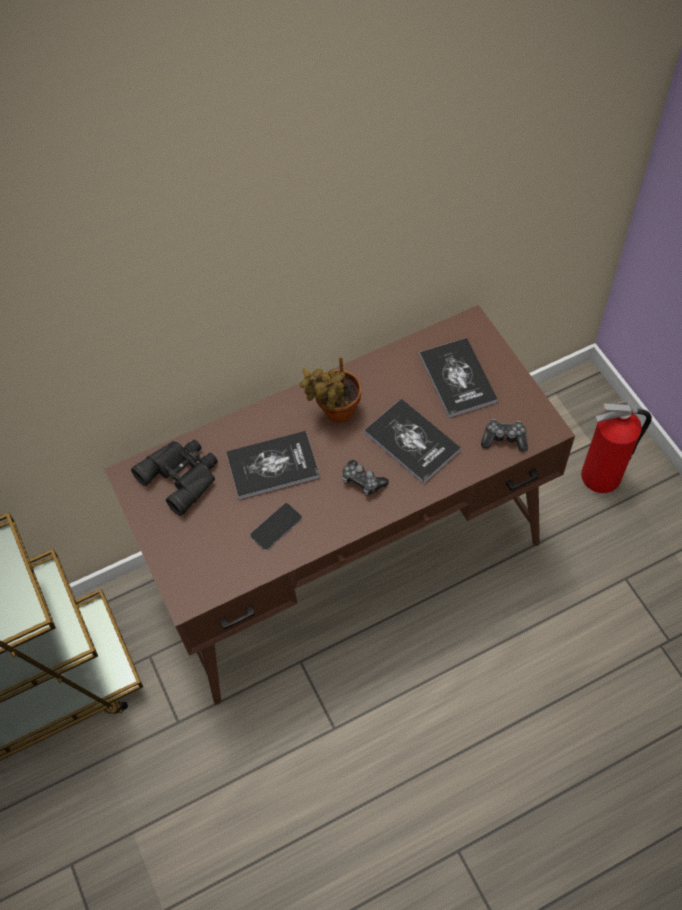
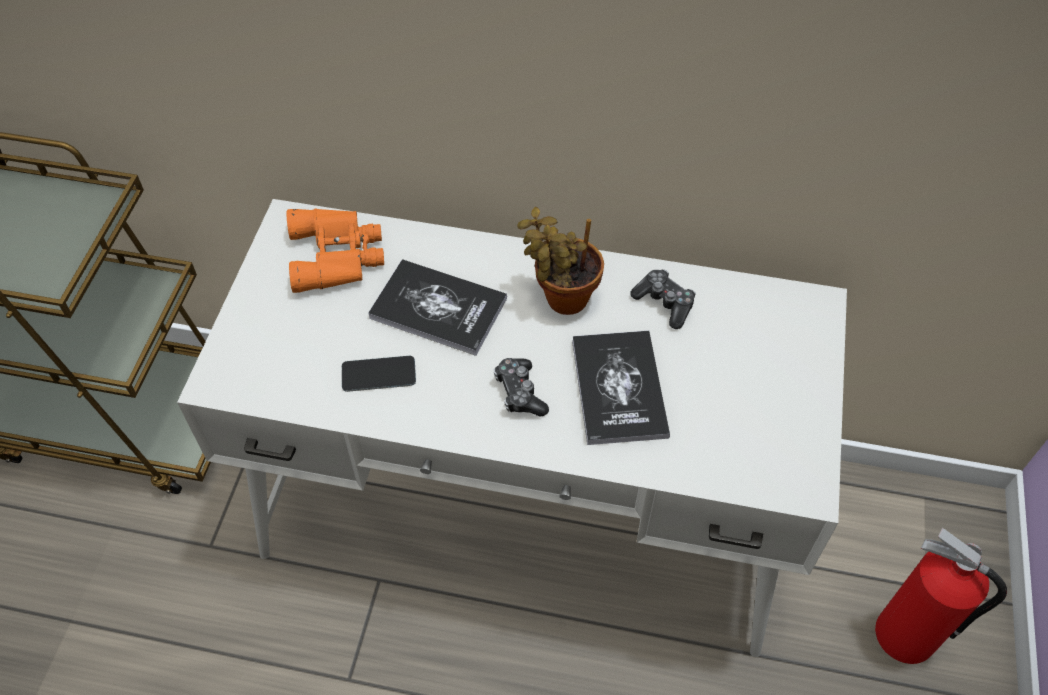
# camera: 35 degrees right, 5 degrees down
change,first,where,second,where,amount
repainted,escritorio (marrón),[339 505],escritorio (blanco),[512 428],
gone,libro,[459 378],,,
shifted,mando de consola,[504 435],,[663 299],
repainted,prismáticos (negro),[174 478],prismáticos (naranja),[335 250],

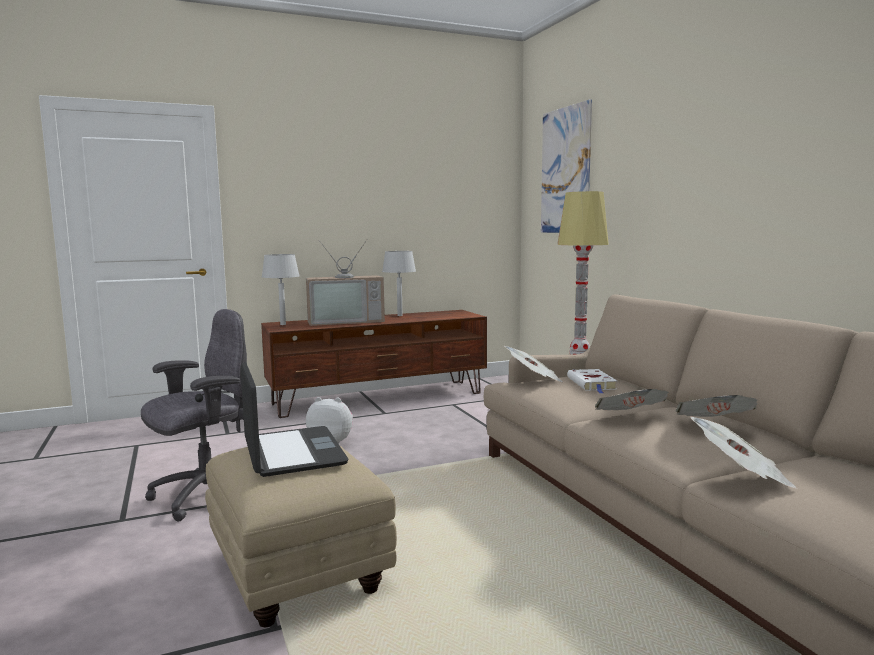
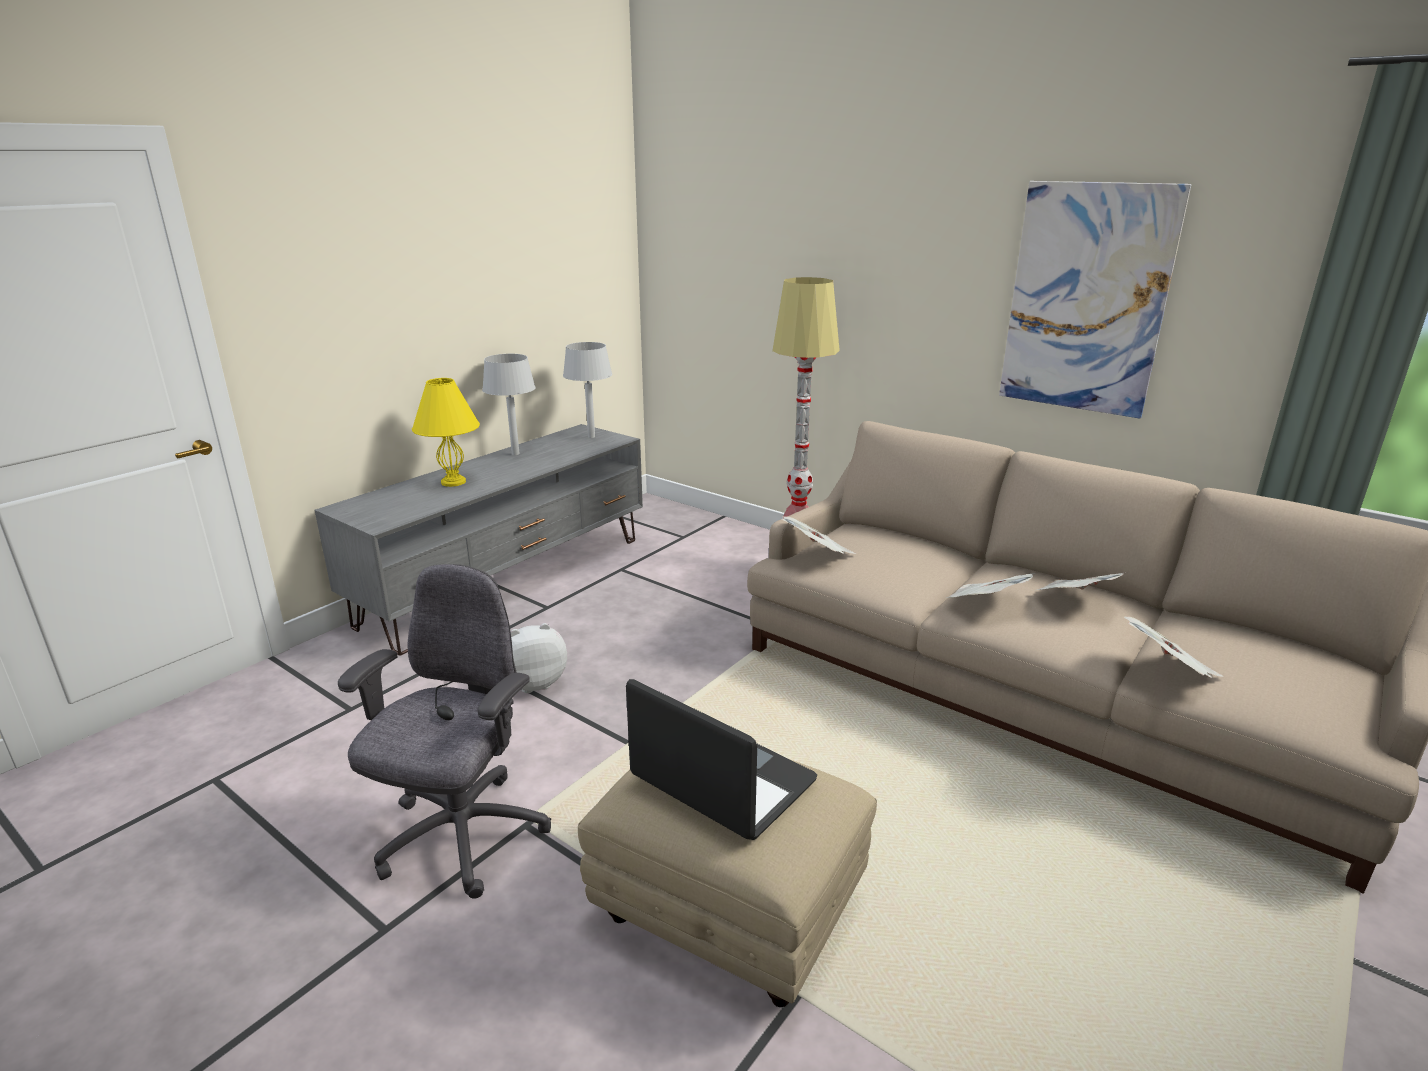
# camera: 30 degrees left, 15 degrees up
change,first,where,second,where,amount
shifted,cuadro,[566 166],,[1095 300],
swapped,televisor,[345 283],lámpara de mesa (amarillo),[446 432],
shifted,lámpara de mesa (gris),[280 289],,[587 390],
repainted,mueble de televisión (marrón),[374 364],mueble de televisión (gris),[479 539],
gone,libro (blanco),[592 381],,,

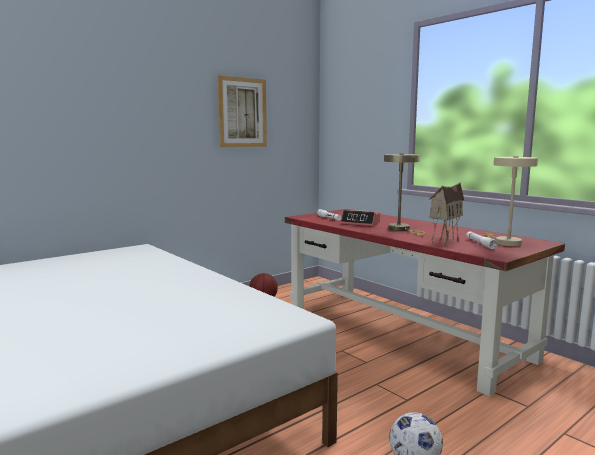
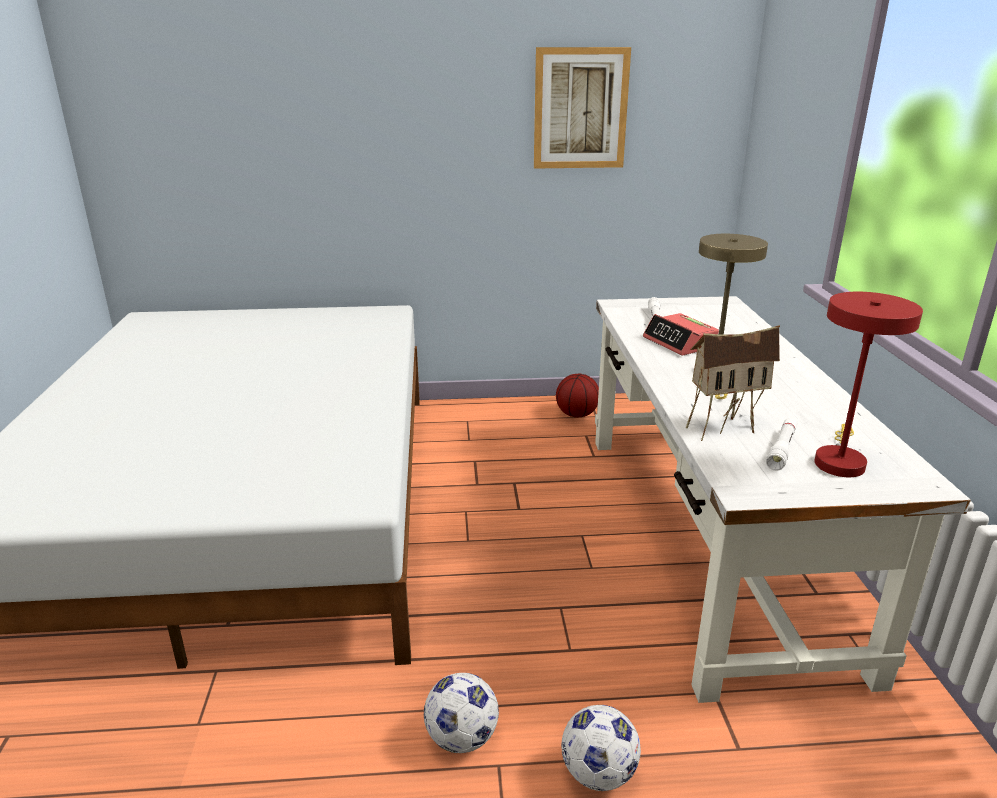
# camera: 35 degrees right, 15 degrees up
change,first,where,second,where,amount
repainted,lámpara de mesa (beis),[511 201],lámpara de mesa (rojo),[868 384],
repainted,escritorio (rojo),[425 303],escritorio (blanco),[783 499],
new,,,balón de fútbol,[601 748],

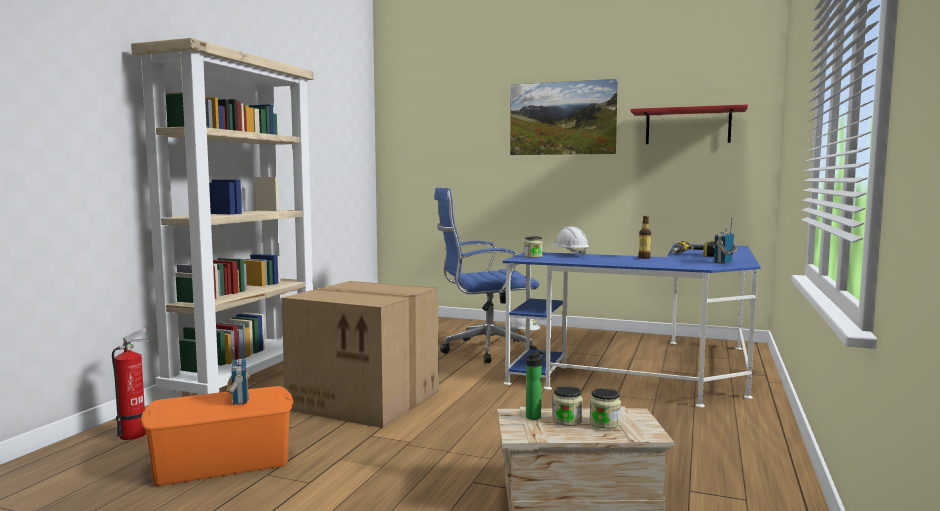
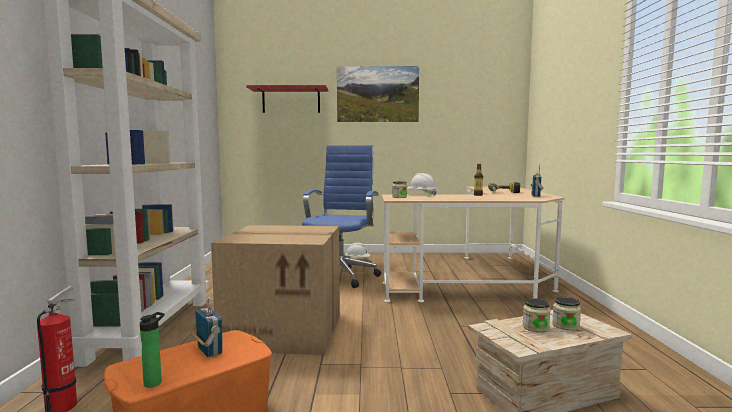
# camera: 20 degrees left, 0 degrees up
change,first,where,second,where,amount
shifted,estante (rojo),[689 124],,[287 99],
rotated,silla de oficina (azul),[486 275],,[341 216],135 degrees clockwise
repainted,escritorio (azul),[632 326],escritorio (beis),[473 244],
shifted,botella,[536 385],,[152 350],

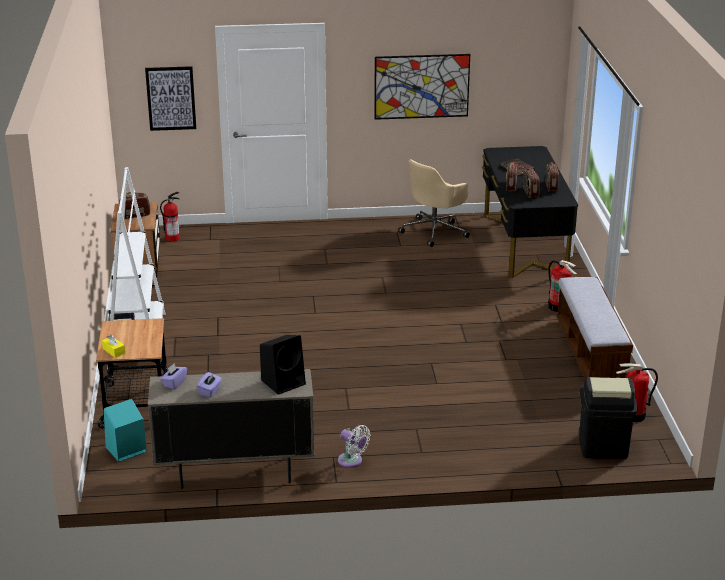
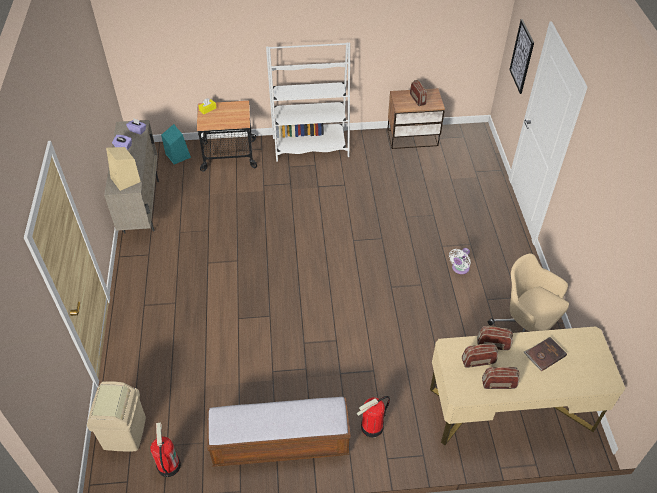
# camera: 90 degrees right, 20 degrees up
change,first,where,second,where,amount
gone,cuadro,[422 87],,,
repainted,escritorio (negro),[530 212],escritorio (beis),[527 385],
gone,extintor,[170 216],,,
repainted,altavoz (negro),[283 365],altavoz (beis),[123 169],
repainted,papelera (negro),[608 418],papelera (beis),[116 416],
shifted,ventilador (blanco),[354 446],,[460 261],

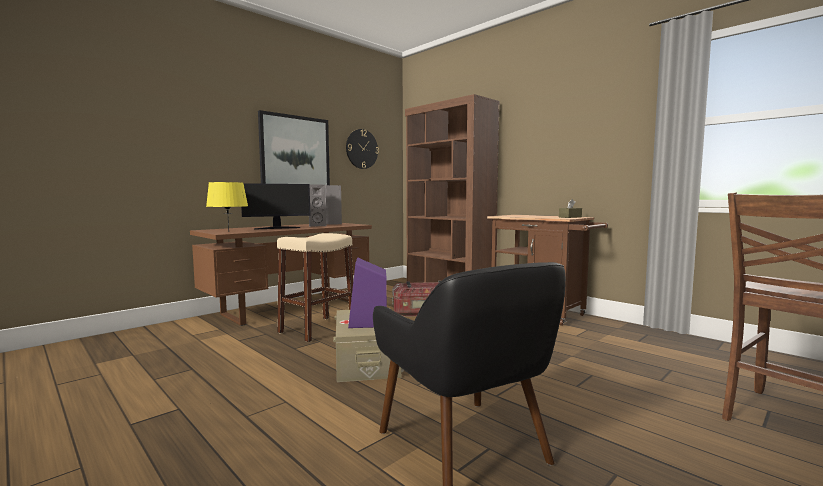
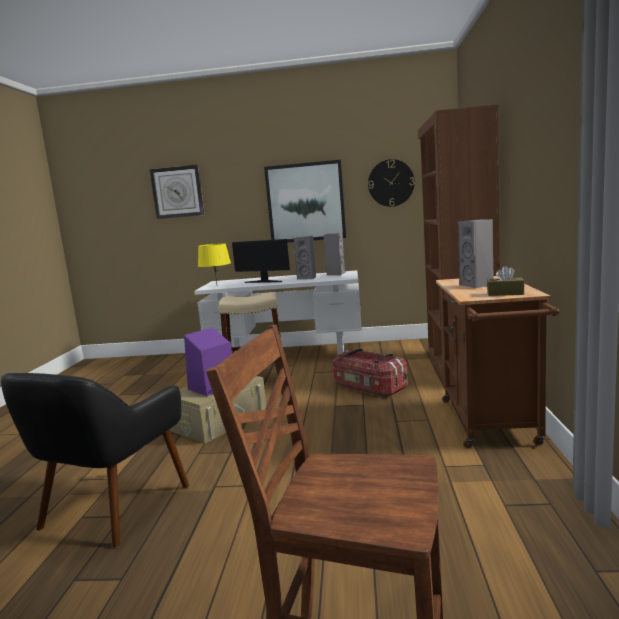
# camera: 50 degrees right, 5 degrees up
change,first,where,second,where,amount
repainted,escritorio (marrón),[281 274],escritorio (blanco),[278 311],
new,,,reloj de pared,[177 192],
new,,,altavoz (gris),[476 253],

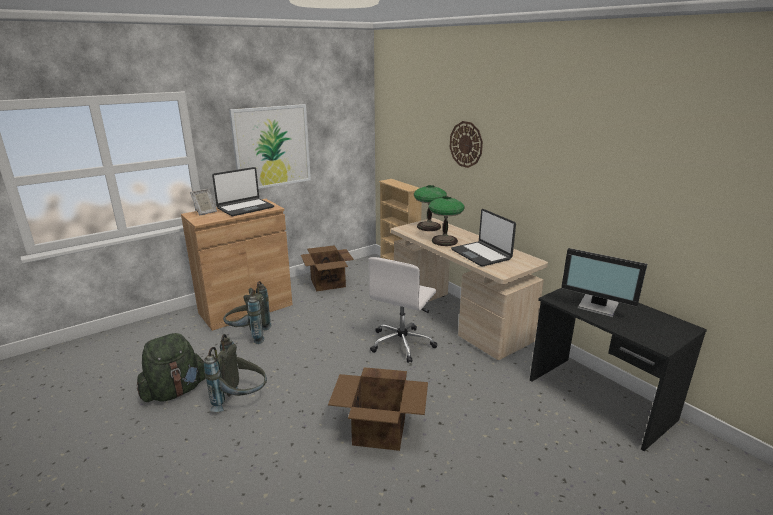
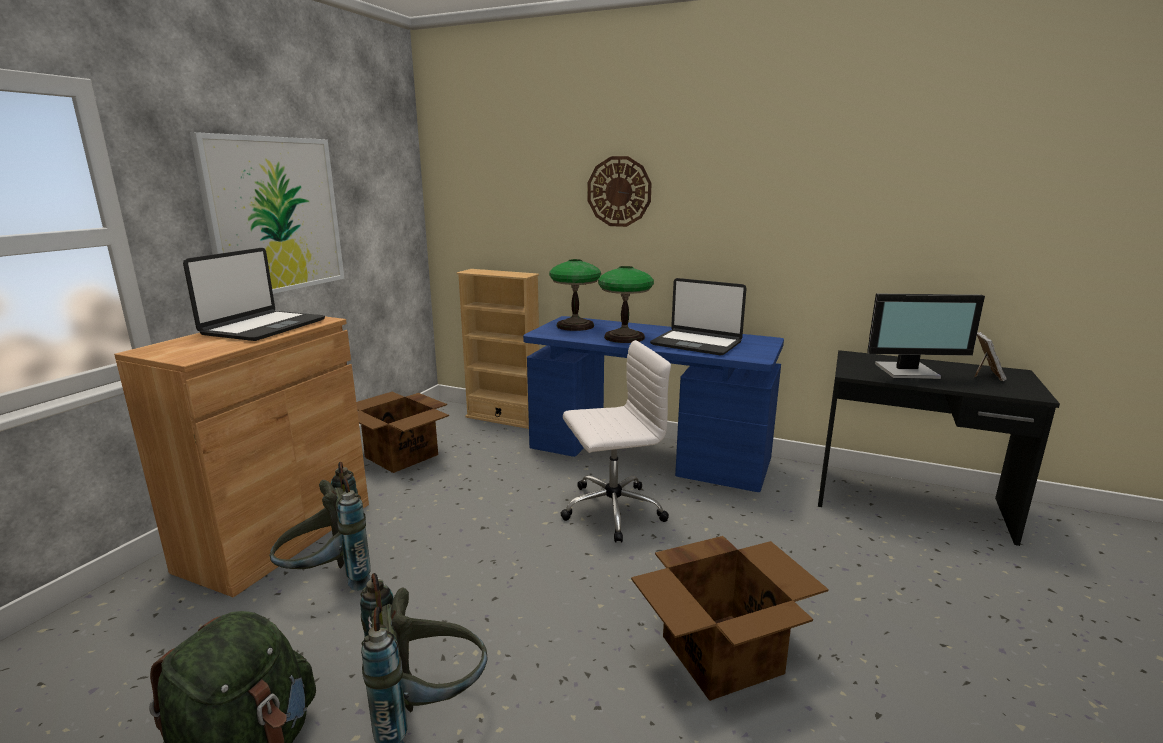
# camera: 30 degrees left, 5 degrees down
change,first,where,second,where,amount
shifted,portarretratos,[203 202],,[990 356],
repainted,escritorio (beis),[469 289],escritorio (azul),[653 404],
rotated,silla de oficina (blanco),[402 310],,[615 441],105 degrees counterclockwise

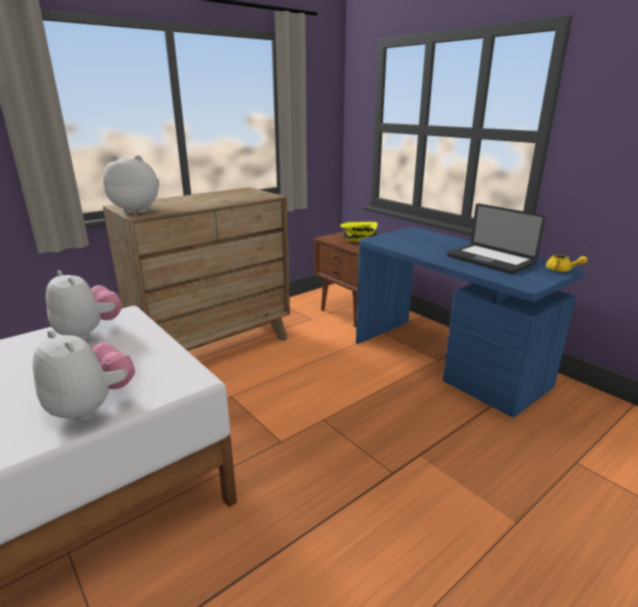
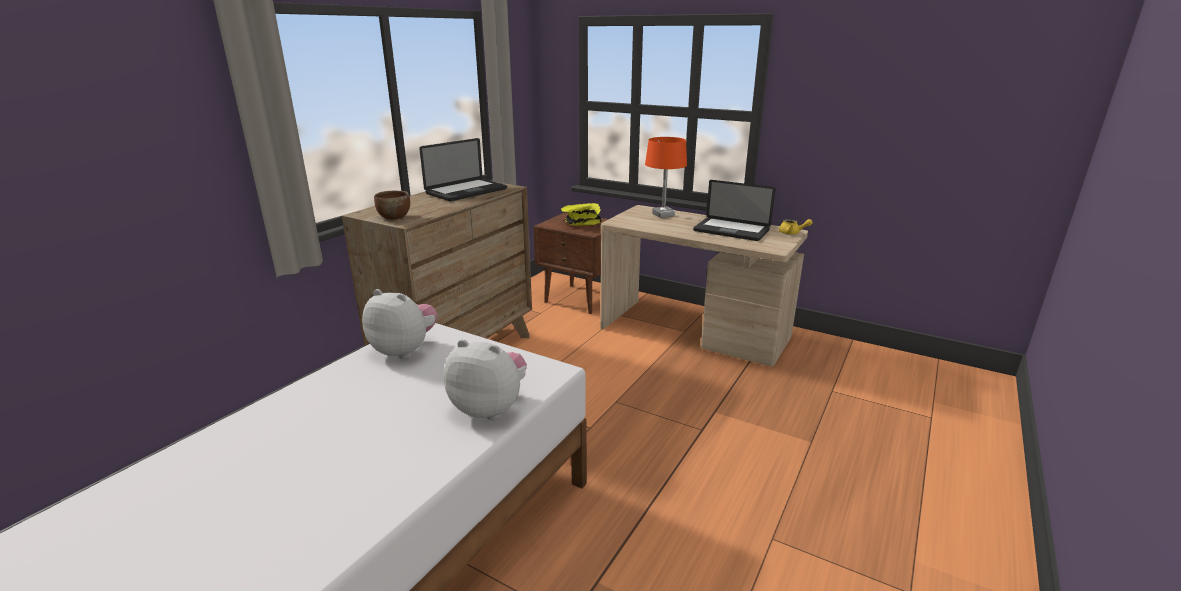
# camera: 20 degrees left, 0 degrees up
change,first,where,second,where,amount
swapped,peluche,[131 184],cuenco (marrón),[392 205],
repainted,escritorio (azul),[470 322],escritorio (beis),[704 286],
new,,,lámpara de mesa (naranja),[666 177],
new,,,portátil,[463 169],

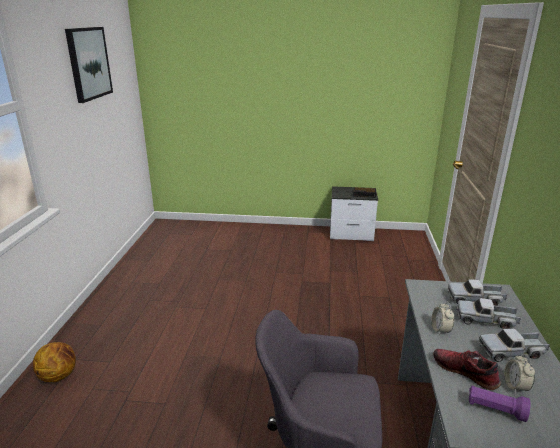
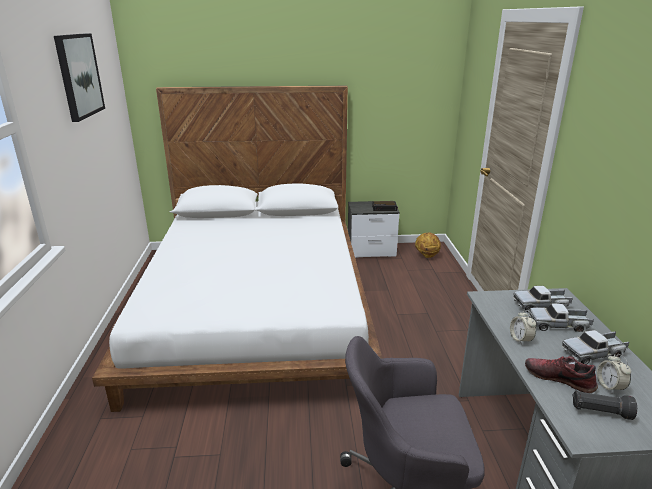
# camera: 10 degrees left, 0 degrees up
change,first,where,second,where,amount
shifted,balón de baloncesto,[54 362],,[428 245],
repainted,linterna (morado),[499 404],linterna (negro),[605 405],
new,,,cama (blanco),[237 249],

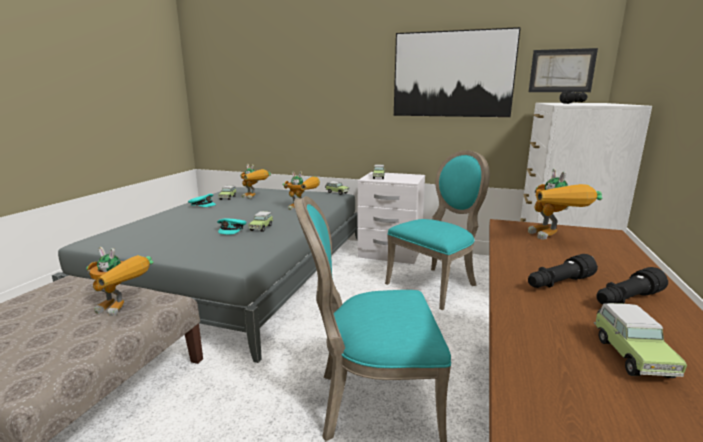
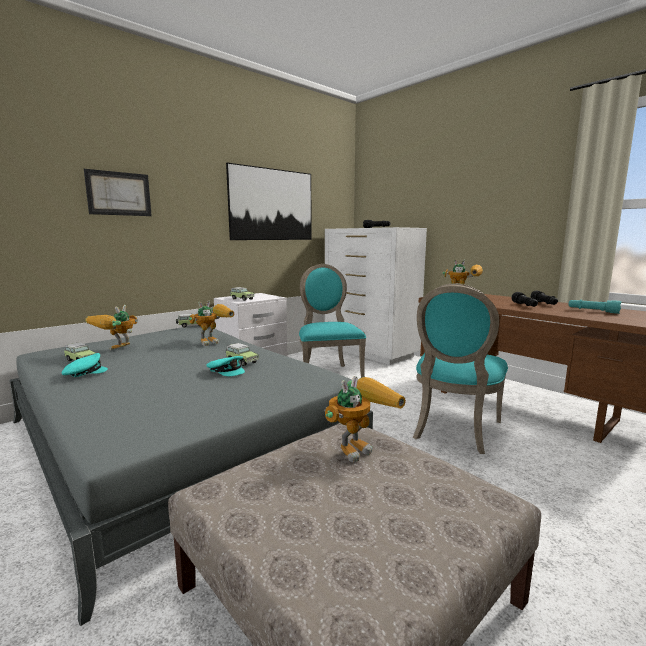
# camera: 60 degrees left, 5 degrees down
change,first,where,second,where,amount
shifted,cuadro,[563 70],,[118 192],
rotated,robot de juguete,[255 181],,[111 327],135 degrees clockwise
swapped,coche de juguete,[640 340],linterna (turquesa),[595 306],

